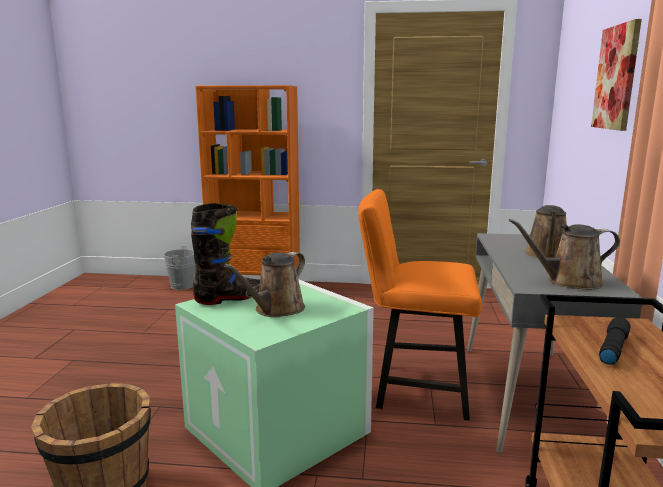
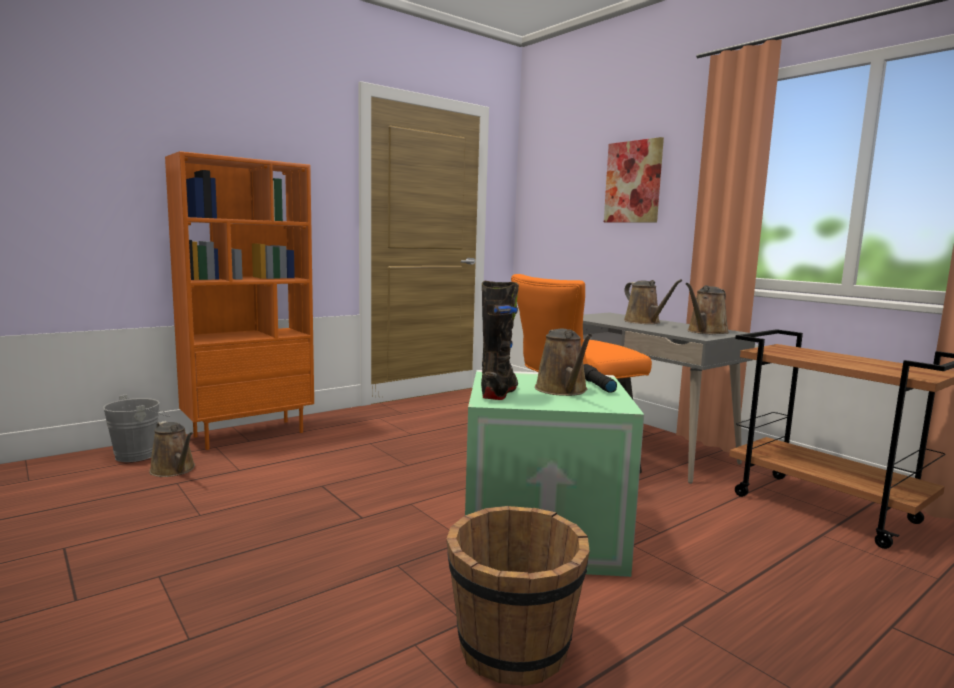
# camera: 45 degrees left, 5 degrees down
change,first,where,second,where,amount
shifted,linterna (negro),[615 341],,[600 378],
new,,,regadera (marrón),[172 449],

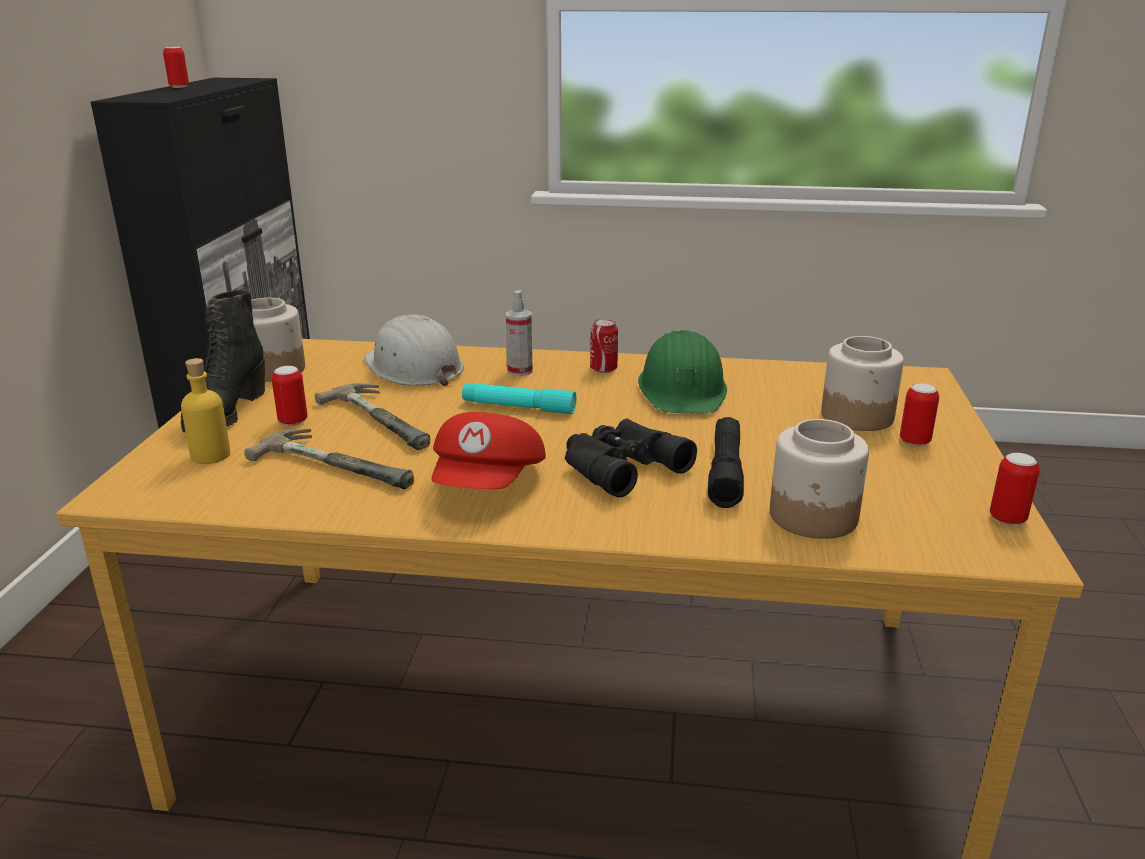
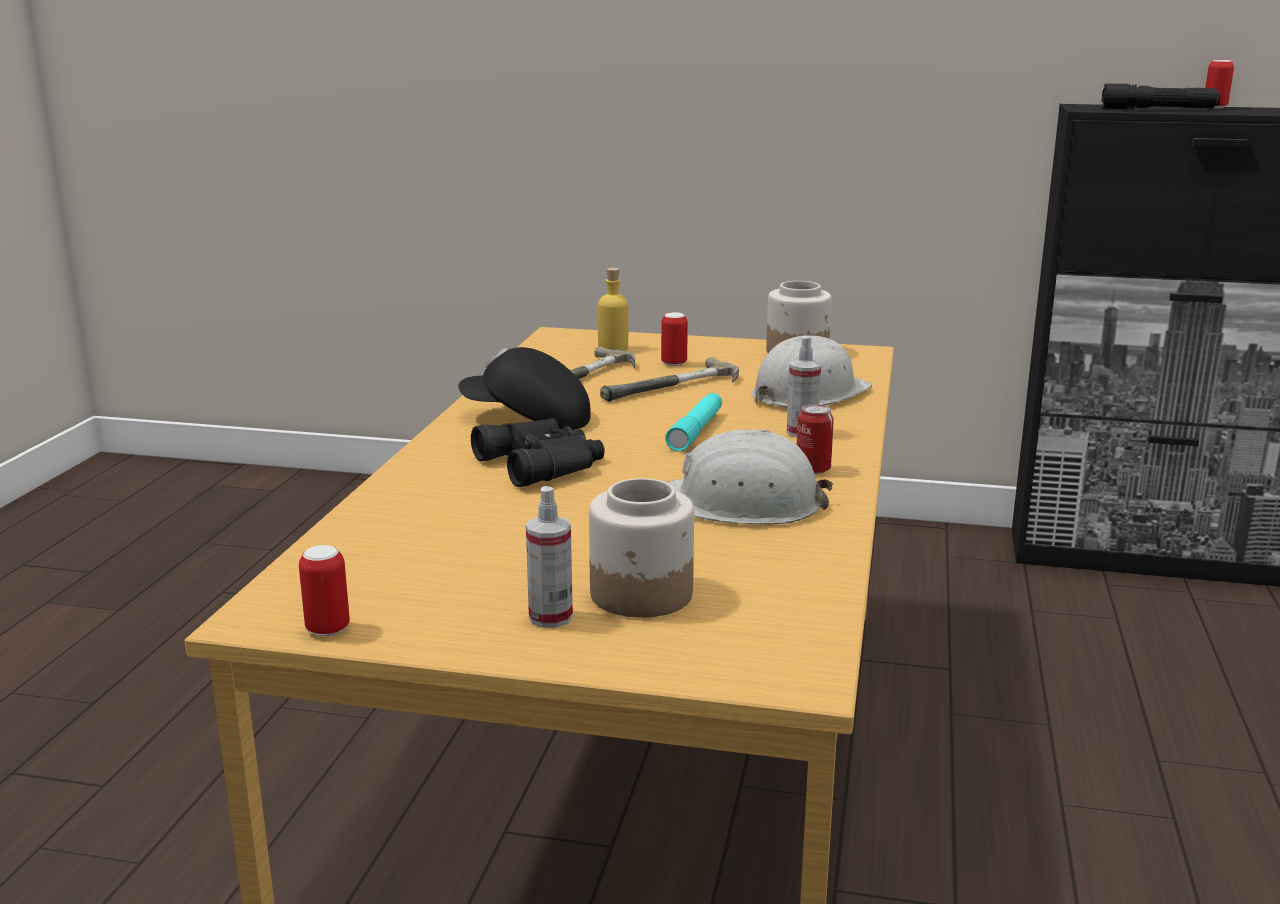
# camera: 95 degrees right, 5 degrees down
change,first,where,second,where,amount
gone,bota (negro),[223 361],,,
repainted,casco (verde),[682 372],casco (blanco),[750 477],
swapped,lata,[919 414],pulverizador,[549 557],
repainted,gorra (rojo),[489 450],gorra (negro),[525 388],
shifted,linterna (negro),[726 462],,[1161 96],
gone,tarro,[819 479],,,

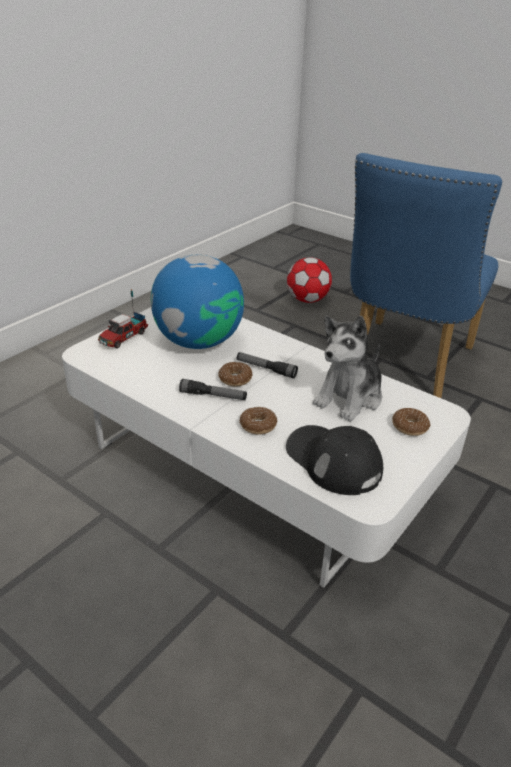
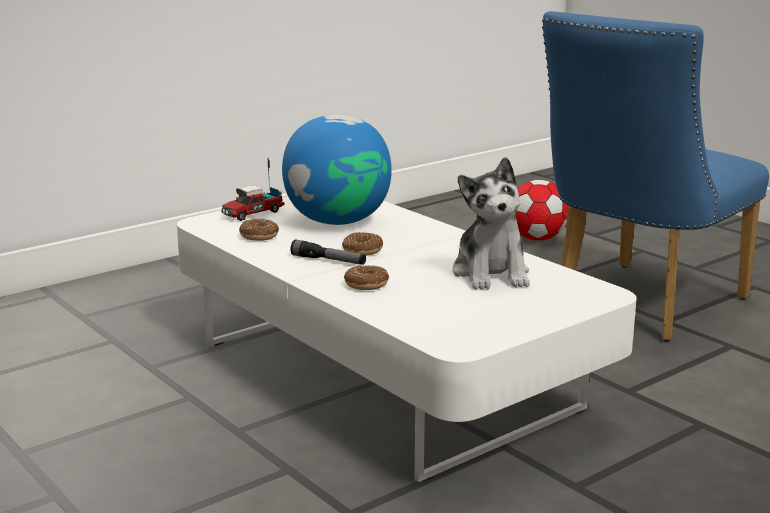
# camera: 15 degrees right, 15 degrees down
change,first,where,second,where,amount
rotated,peluche,[347 369],,[491 223],60 degrees counterclockwise
gone,linterna,[267 365],,,
shifted,rosquilla,[411 422],,[259 230],
gone,gorra (negro),[334 460],,,

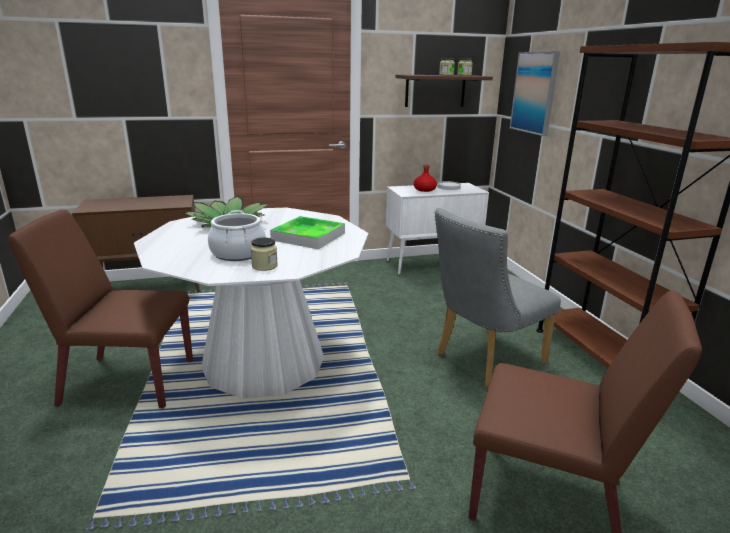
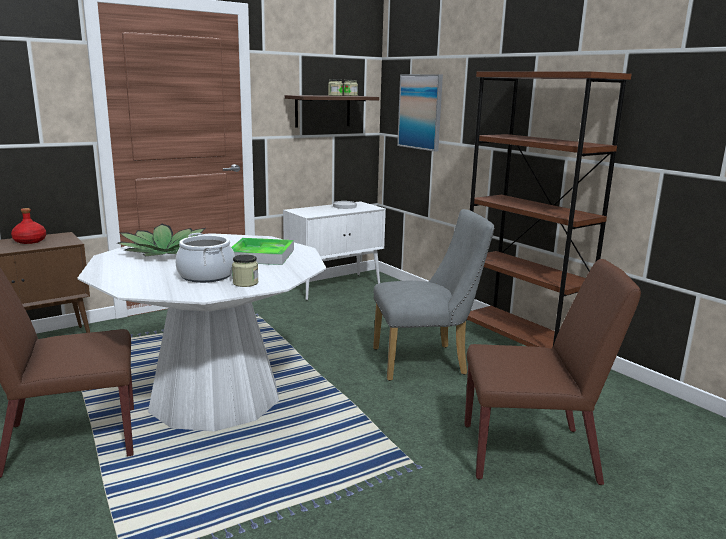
# camera: 20 degrees left, 5 degrees down
change,first,where,second,where,amount
shifted,botella (rojo),[425 178],,[28 226],
rotated,silla (gris),[497 297],,[434 295],135 degrees counterclockwise

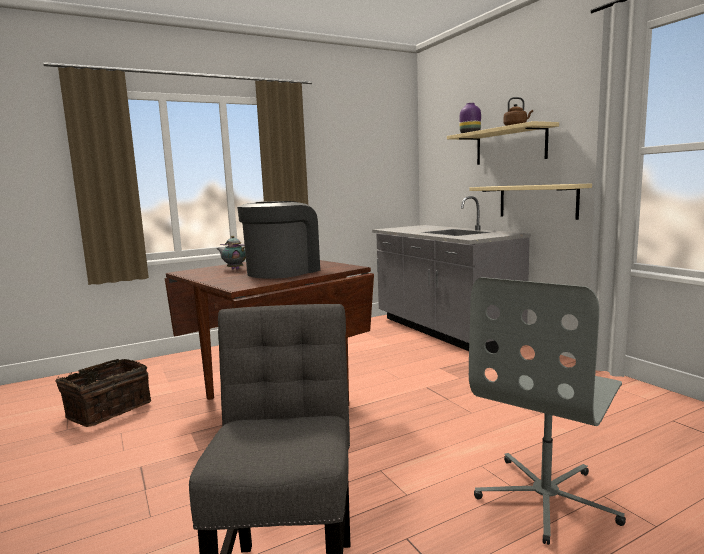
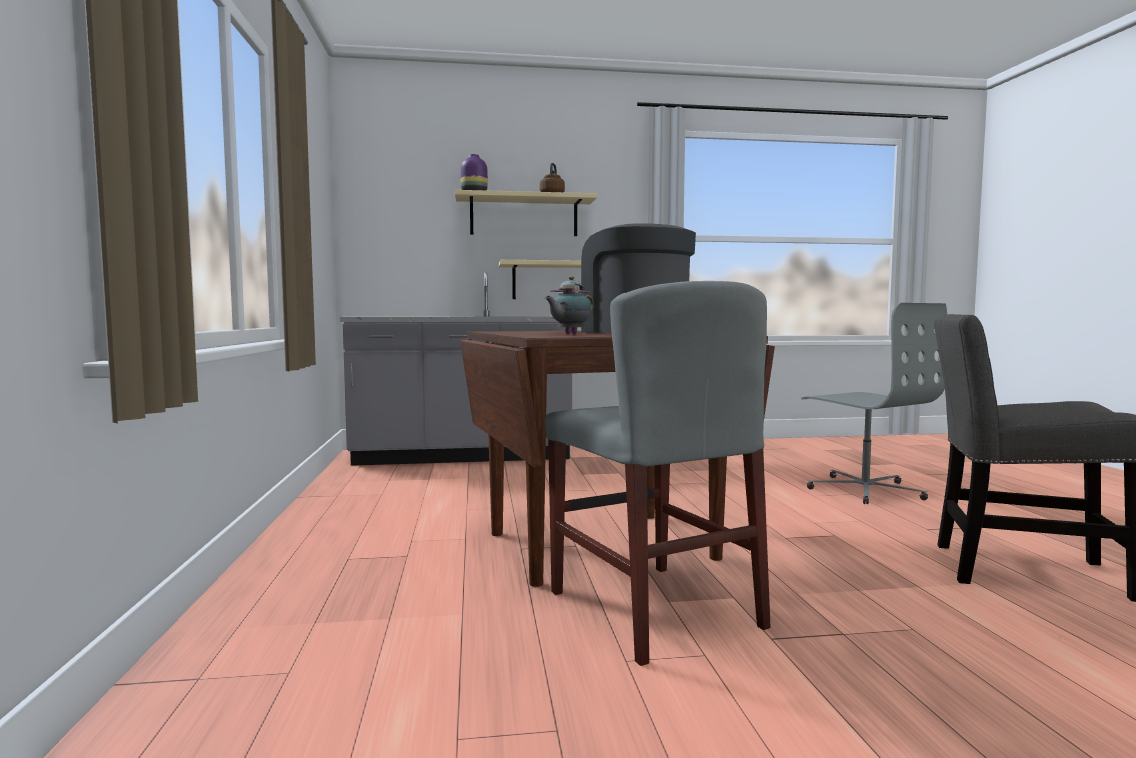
# camera: 70 degrees left, 5 degrees down
change,first,where,second,where,amount
gone,cesta,[103 393],,,
new,,,silla (gris),[658 473],

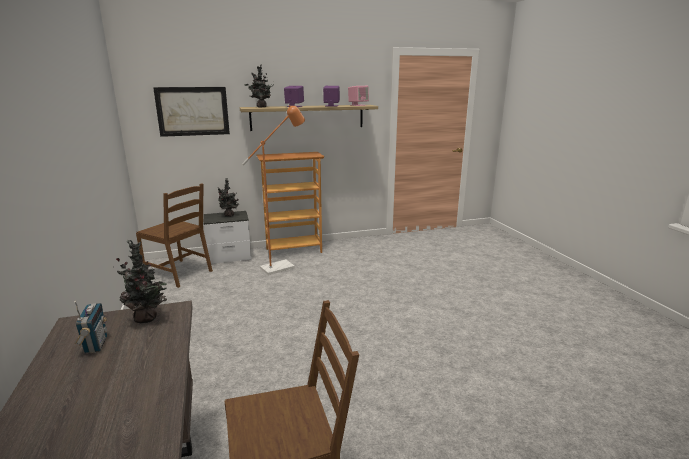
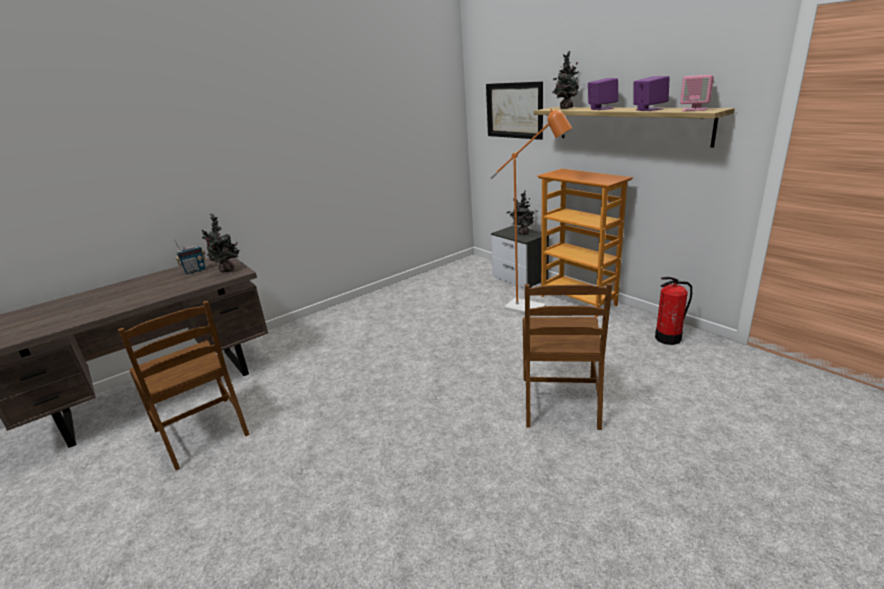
# camera: 70 degrees right, 5 degrees up
change,first,where,second,where,amount
shifted,silla (marrón),[174 235],,[567 356],
new,,,extintor,[673 311],

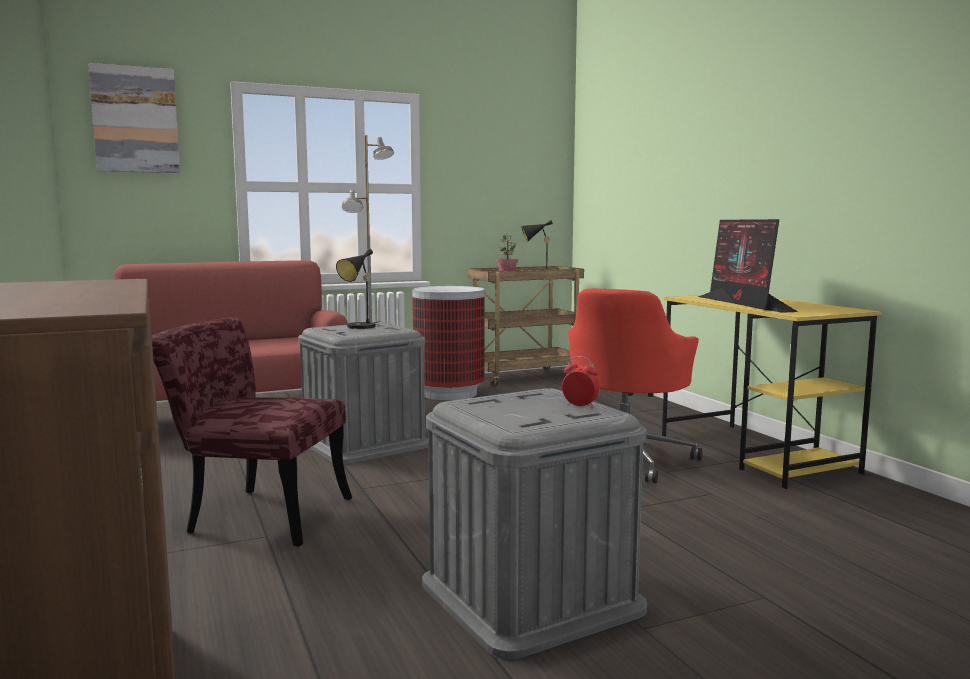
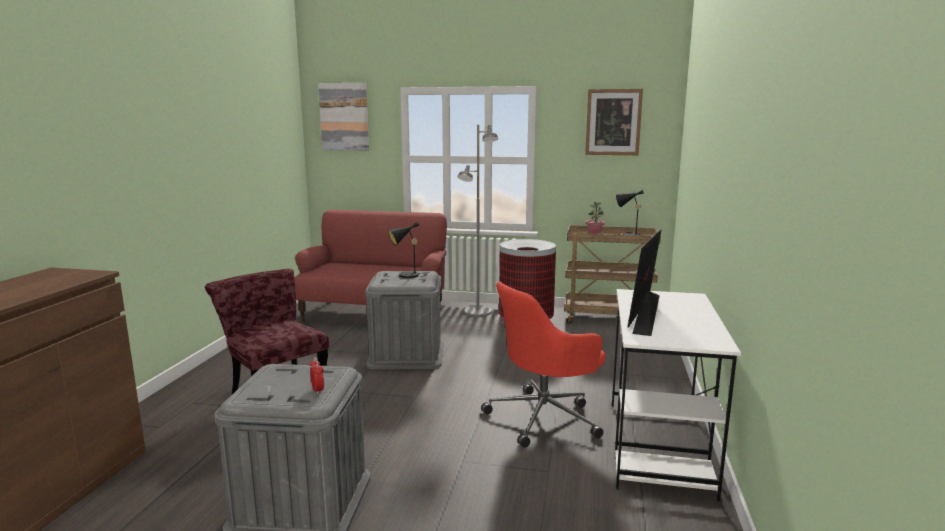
# camera: 35 degrees right, 5 degrees up
change,first,where,second,where,amount
repainted,escritorio (amarillo),[772 392],escritorio (blanco),[676 395],
new,,,cuadro,[614 122],

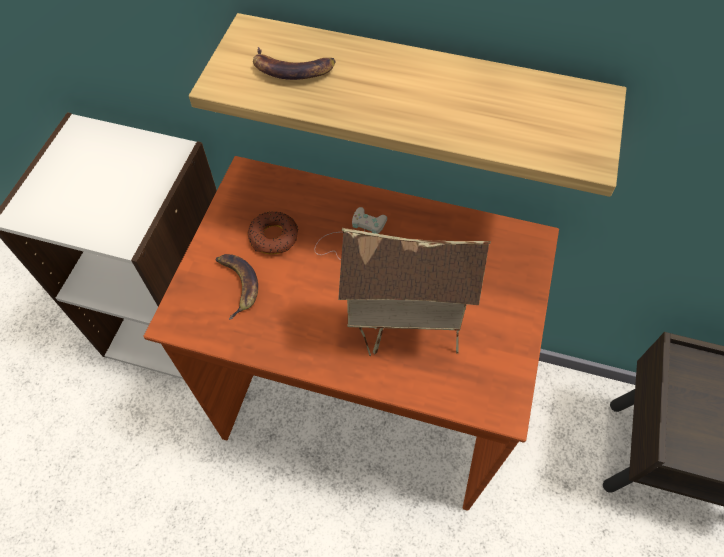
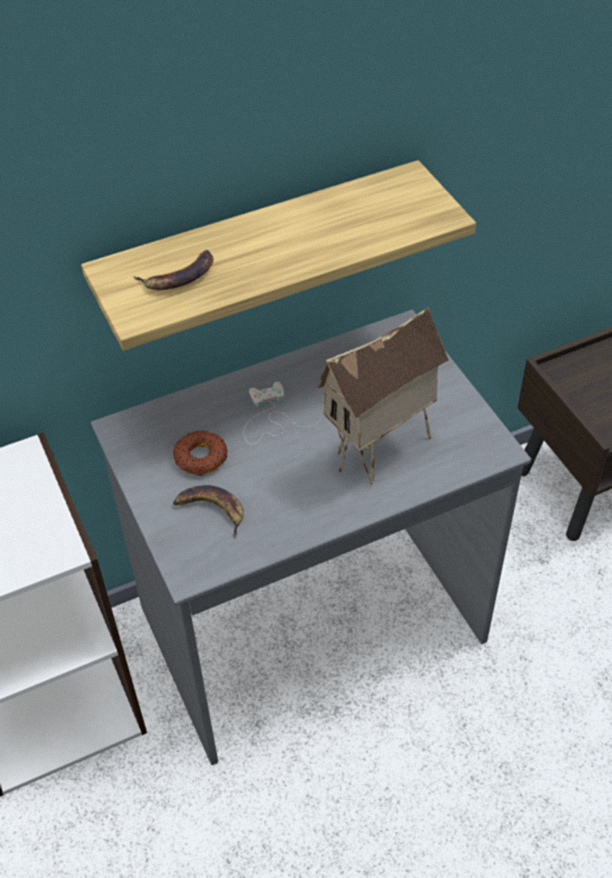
# camera: 40 degrees left, 10 degrees down
change,first,where,second,where,amount
repainted,escritorio (marrón),[351 333],escritorio (gris),[311 537],

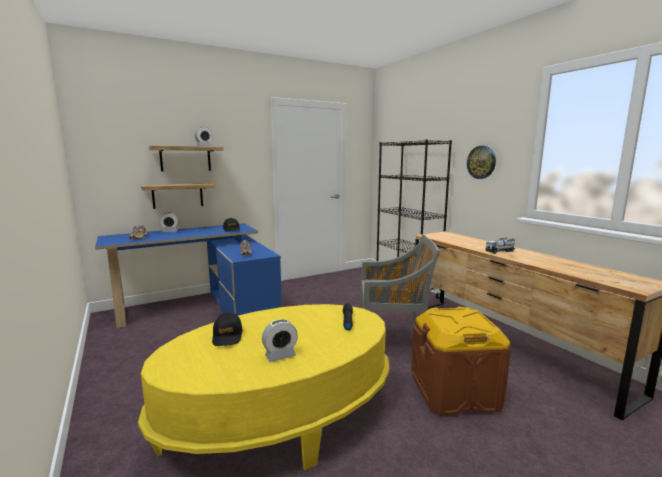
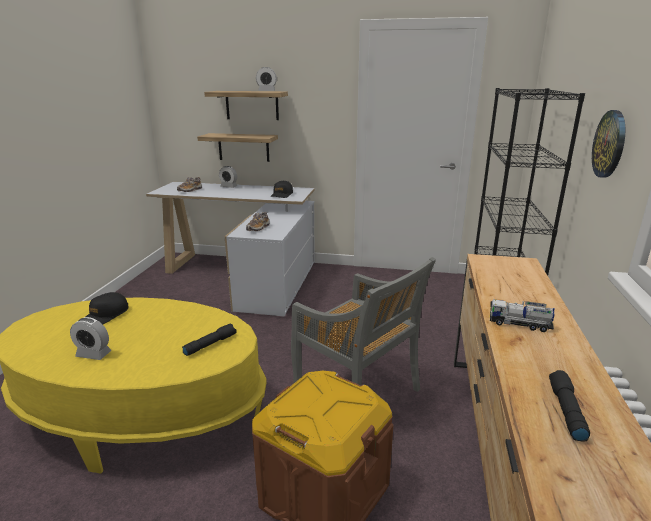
# camera: 40 degrees right, 10 degrees up
change,first,where,second,where,amount
repainted,escritorio (azul),[188 276],escritorio (blanco),[230 249],
new,,,linterna (negro),[569 406],

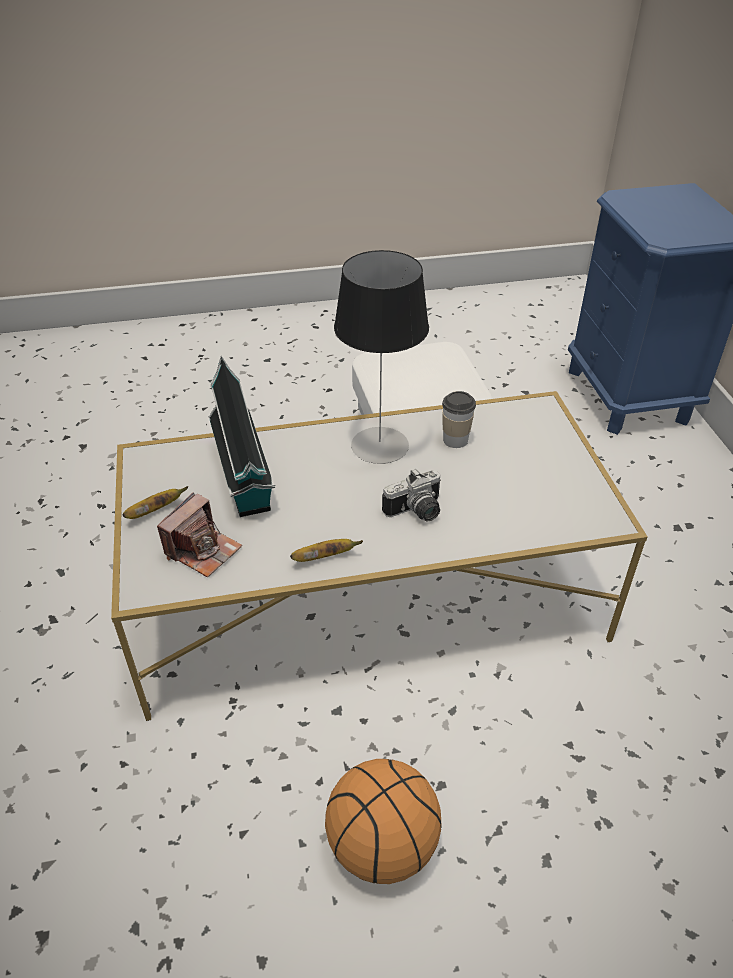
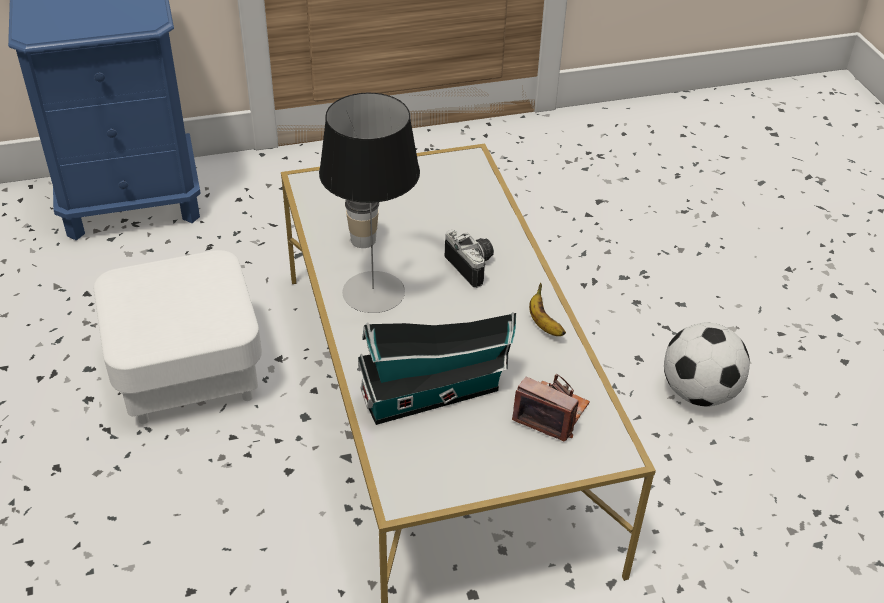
# camera: 95 degrees left, 0 degrees up
change,first,where,second,where,amount
gone,plátano,[155 502],,,
swapped,balón de baloncesto,[383 821],balón de fútbol,[707 364],

